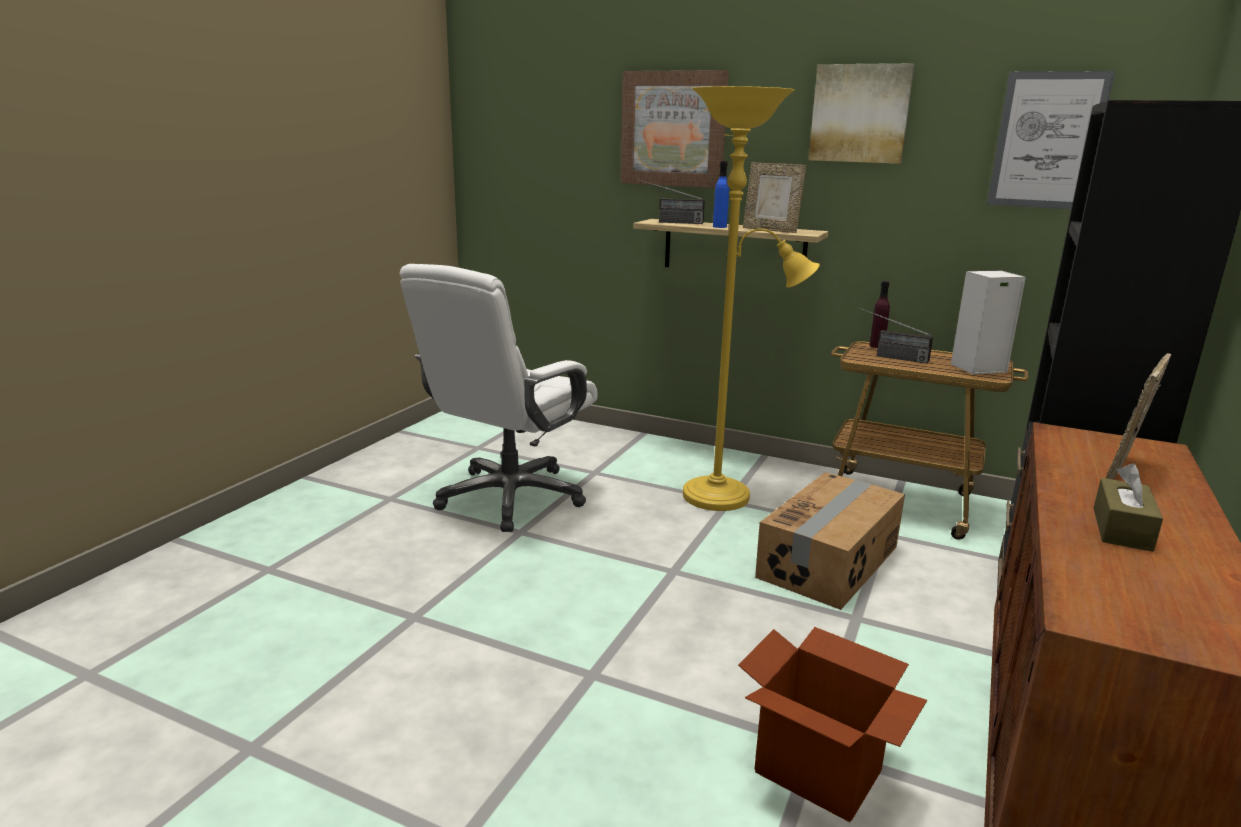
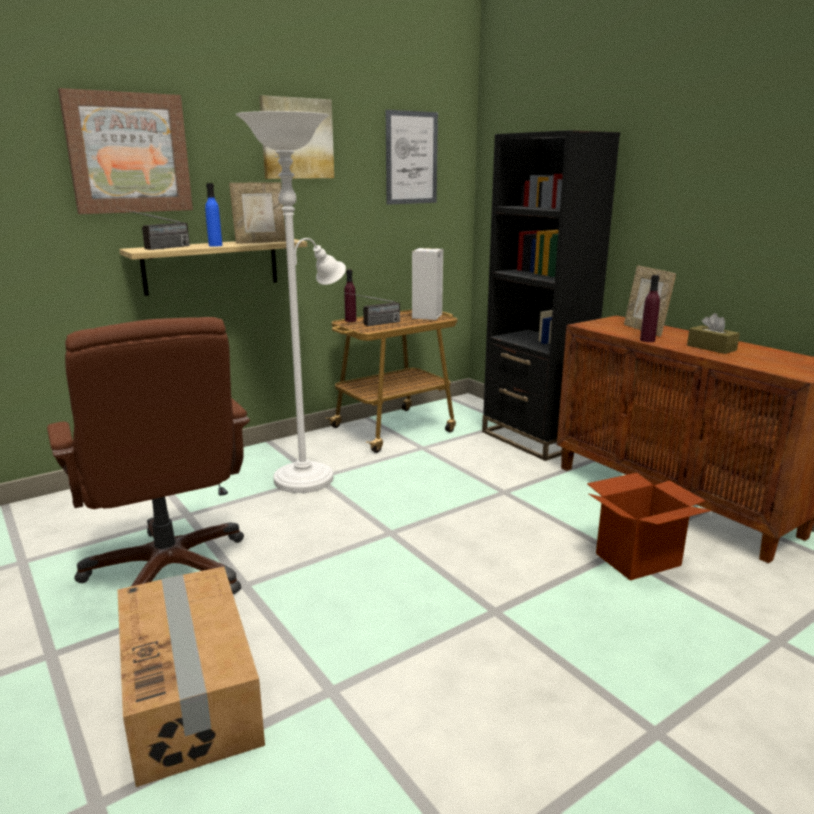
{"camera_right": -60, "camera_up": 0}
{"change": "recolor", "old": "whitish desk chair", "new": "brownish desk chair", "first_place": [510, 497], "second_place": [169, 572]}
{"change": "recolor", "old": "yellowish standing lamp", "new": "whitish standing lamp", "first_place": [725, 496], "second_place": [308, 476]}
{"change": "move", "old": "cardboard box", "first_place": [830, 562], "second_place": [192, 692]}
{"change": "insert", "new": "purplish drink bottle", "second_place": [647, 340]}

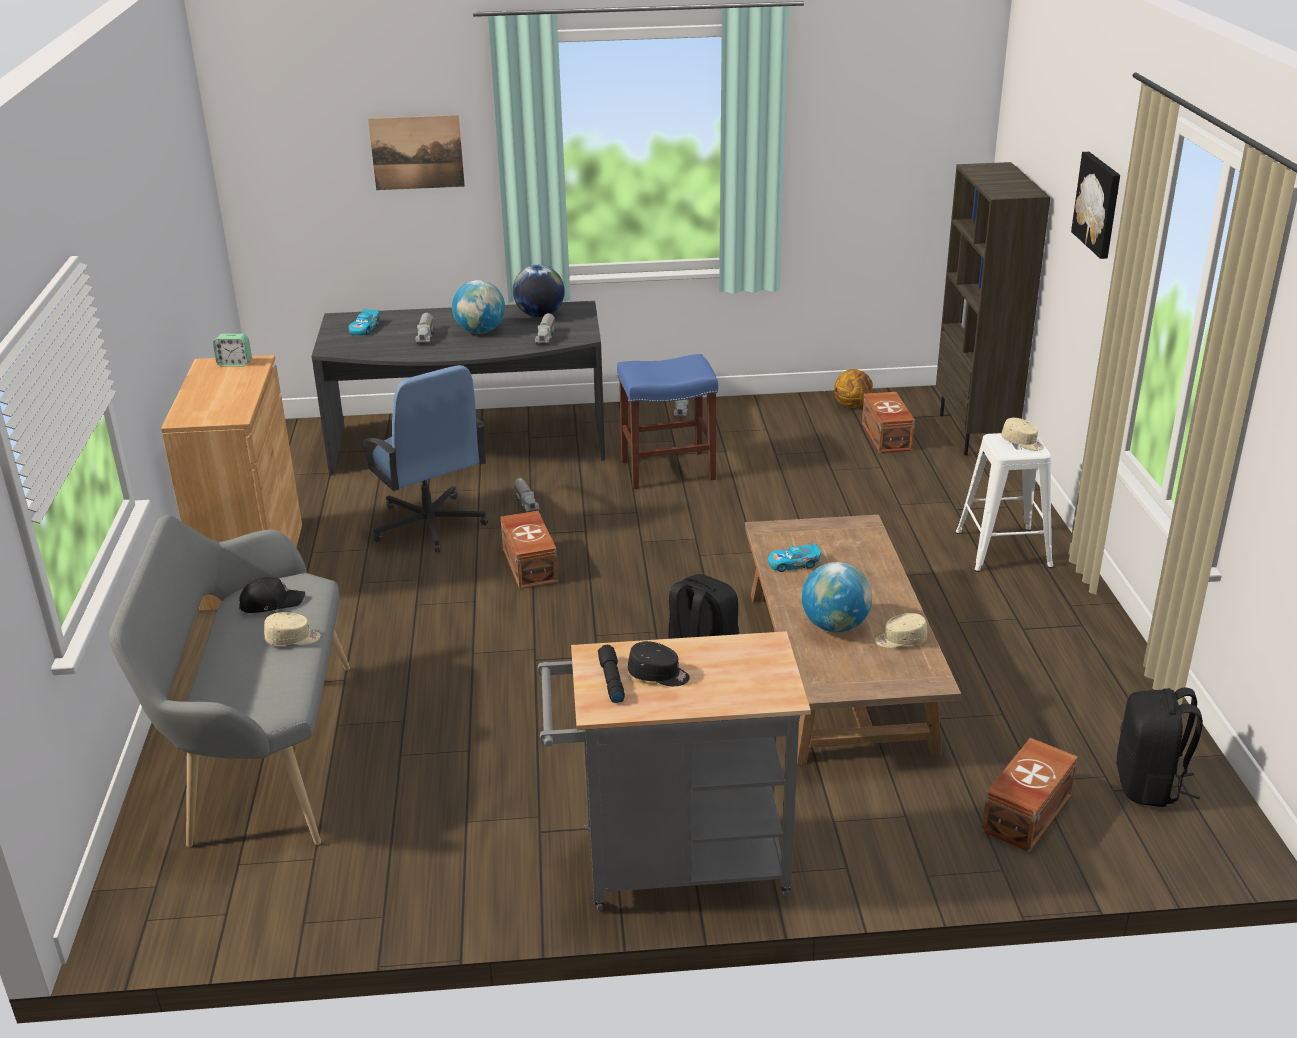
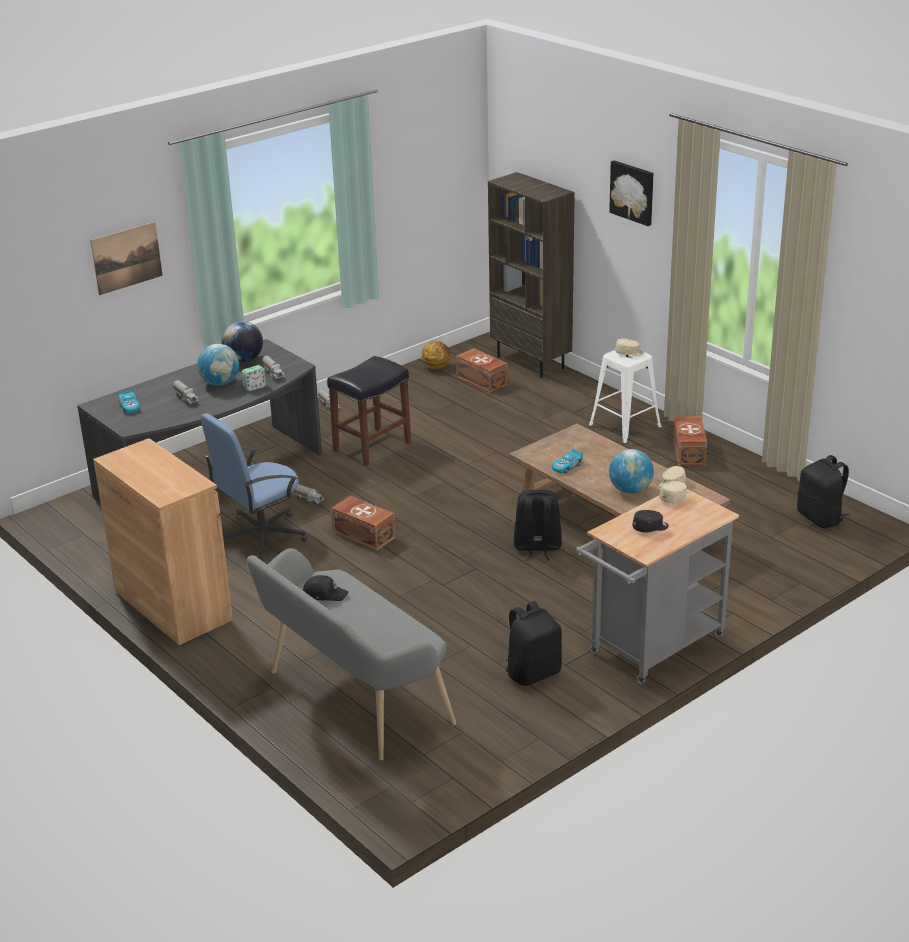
{"camera_right": -35, "camera_up": 0}
{"change": "move", "old": "bedside clock", "first_place": [234, 363], "second_place": [255, 387]}
{"change": "rotate", "old": "black peaked cap", "first_place": [271, 602], "second_place": [324, 594], "degrees": 60}
{"change": "move", "old": "beige peaked cap", "first_place": [293, 639], "second_place": [675, 498]}
{"change": "rotate", "old": "blue-coloured desk chair", "first_place": [429, 525], "second_place": [261, 536], "degrees": 120}
{"change": "delete", "old": "black torch", "first_place": [611, 680]}
{"change": "recolor", "old": "blue-coloured stool seat", "new": "black stool seat", "first_place": [669, 469], "second_place": [372, 446]}
{"change": "move", "old": "brownish storage box", "first_place": [1024, 813], "second_place": [688, 452]}
{"change": "insert", "new": "black backpack", "second_place": [533, 672]}

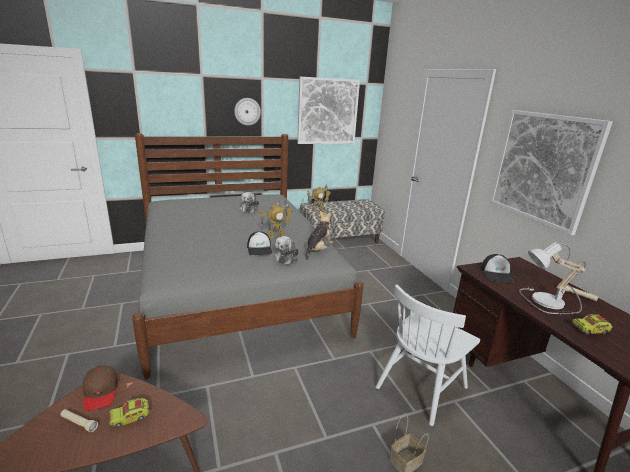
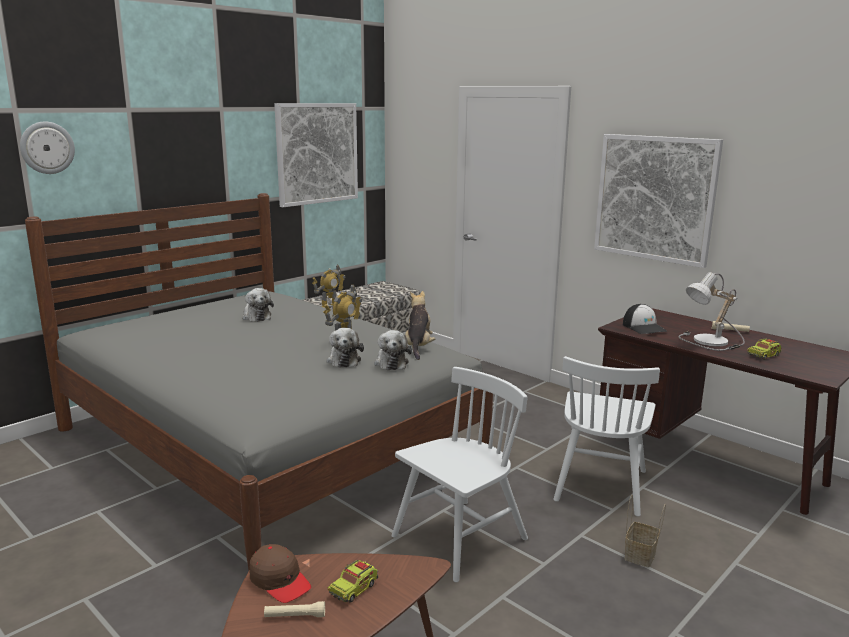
{"camera_right": -25, "camera_up": -5}
{"change": "move", "old": "hanging clock", "first_place": [247, 111], "second_place": [47, 147]}
{"change": "replace", "old": "peaked cap", "new": "plush toy", "first_place": [260, 249], "second_place": [344, 360]}
{"change": "insert", "new": "whitish chair", "second_place": [459, 538]}

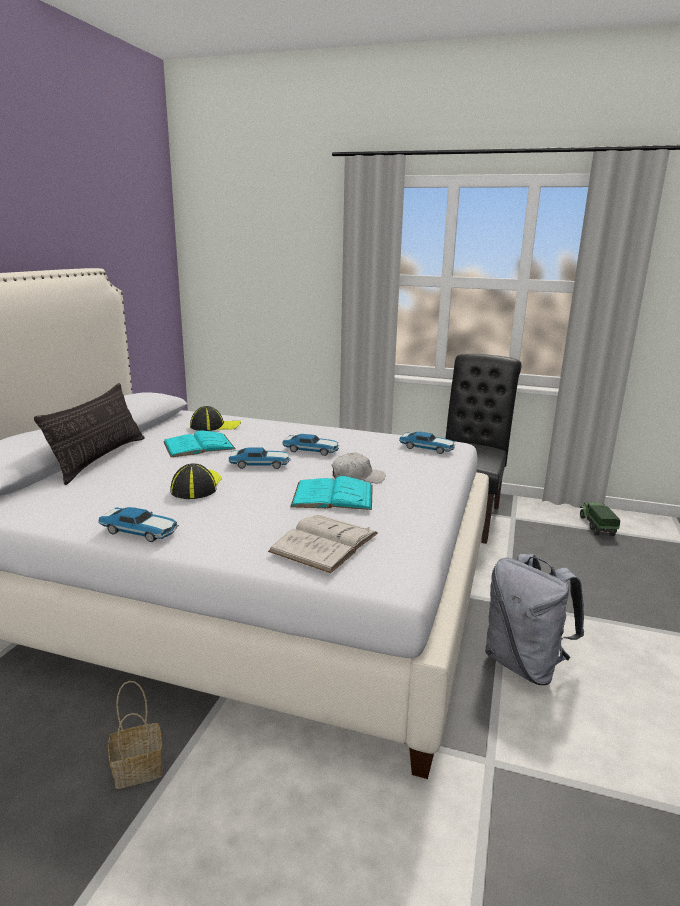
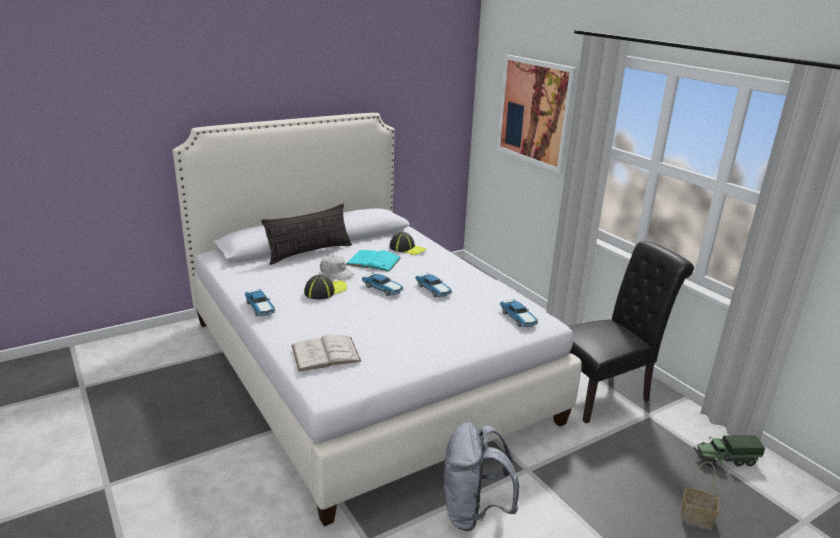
{"camera_right": 40, "camera_up": 5}
{"change": "move", "old": "storage basket", "first_place": [140, 768], "second_place": [697, 516]}
{"change": "delete", "old": "blue-green book", "first_place": [333, 496]}
{"change": "move", "old": "whitish peaked cap", "first_place": [357, 477], "second_place": [336, 273]}
{"change": "rotate", "old": "toy lorry", "first_place": [596, 526], "second_place": [725, 459], "degrees": -135}
{"change": "insert", "new": "picture", "second_place": [535, 112]}

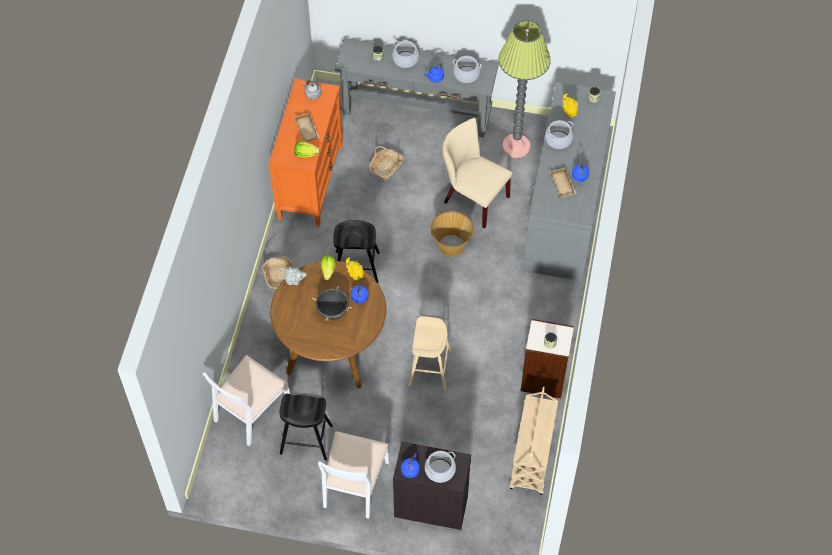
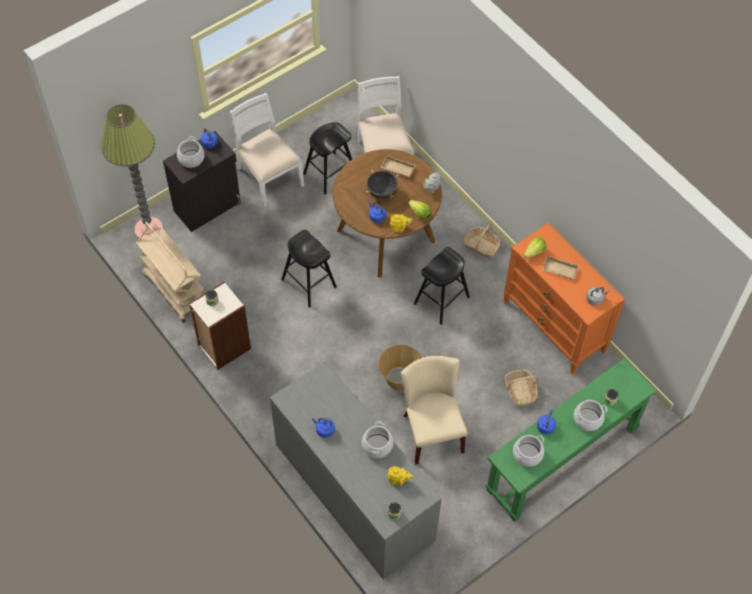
{"camera_right": 130, "camera_up": 0}
{"change": "recolor", "old": "grey console table", "new": "greenish console table", "first_place": [416, 111], "second_place": [562, 459]}
{"change": "recolor", "old": "beige stool seat", "new": "black stool seat", "first_place": [430, 367], "second_place": [309, 283]}
{"change": "rotate", "old": "beige chair", "first_place": [472, 198], "second_place": [430, 429], "degrees": -90}
{"change": "move", "old": "standing lamp", "first_place": [516, 146], "second_place": [149, 230]}
{"change": "move", "old": "beige tray", "first_place": [563, 185], "second_place": [397, 169]}

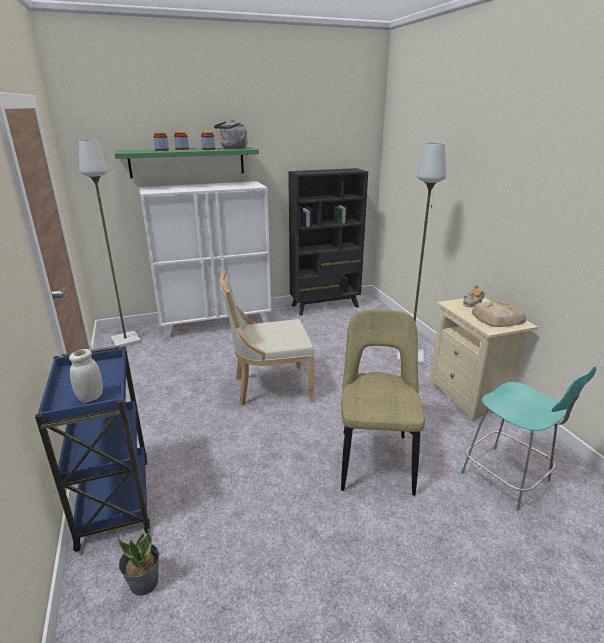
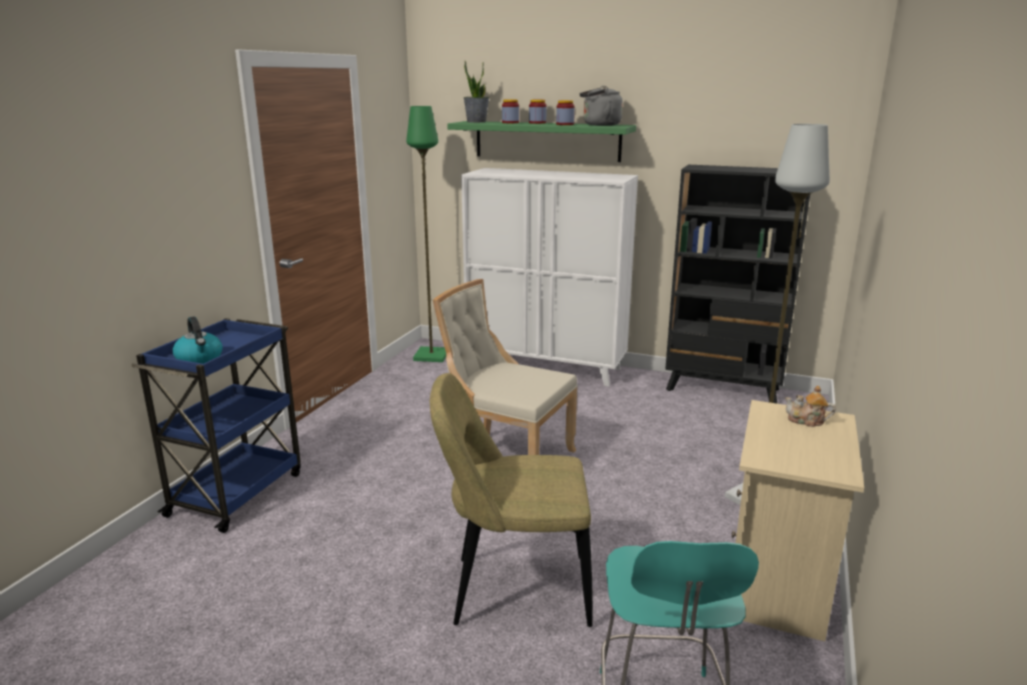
{"camera_right": 40, "camera_up": -5}
{"change": "replace", "old": "whitish preserve jar", "new": "kettle", "first_place": [91, 397], "second_place": [200, 359]}
{"change": "recolor", "old": "grey standing lamp", "new": "greenish standing lamp", "first_place": [126, 340], "second_place": [432, 356]}
{"change": "move", "old": "potted plant", "first_place": [144, 582], "second_place": [476, 122]}
{"change": "rotate", "old": "beige chair", "first_place": [375, 458], "second_place": [513, 590], "degrees": -135}
{"change": "delete", "old": "bakery bread", "first_place": [496, 318]}

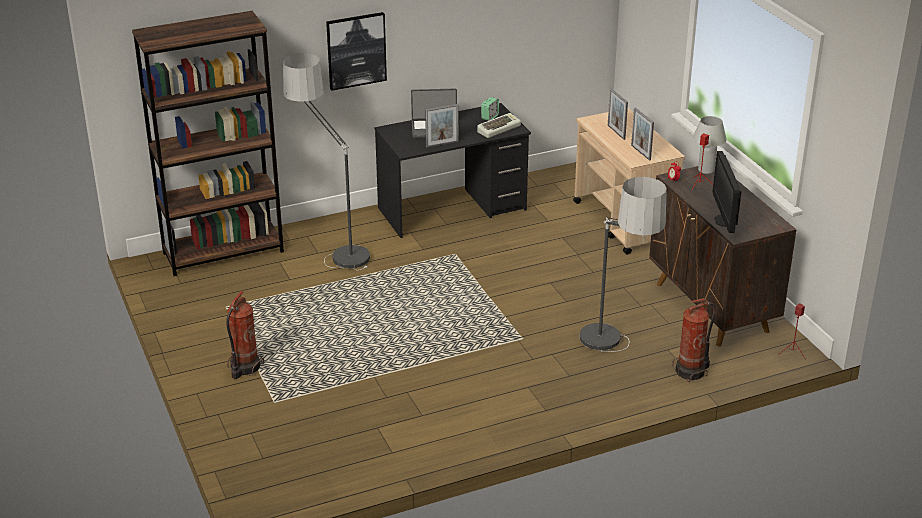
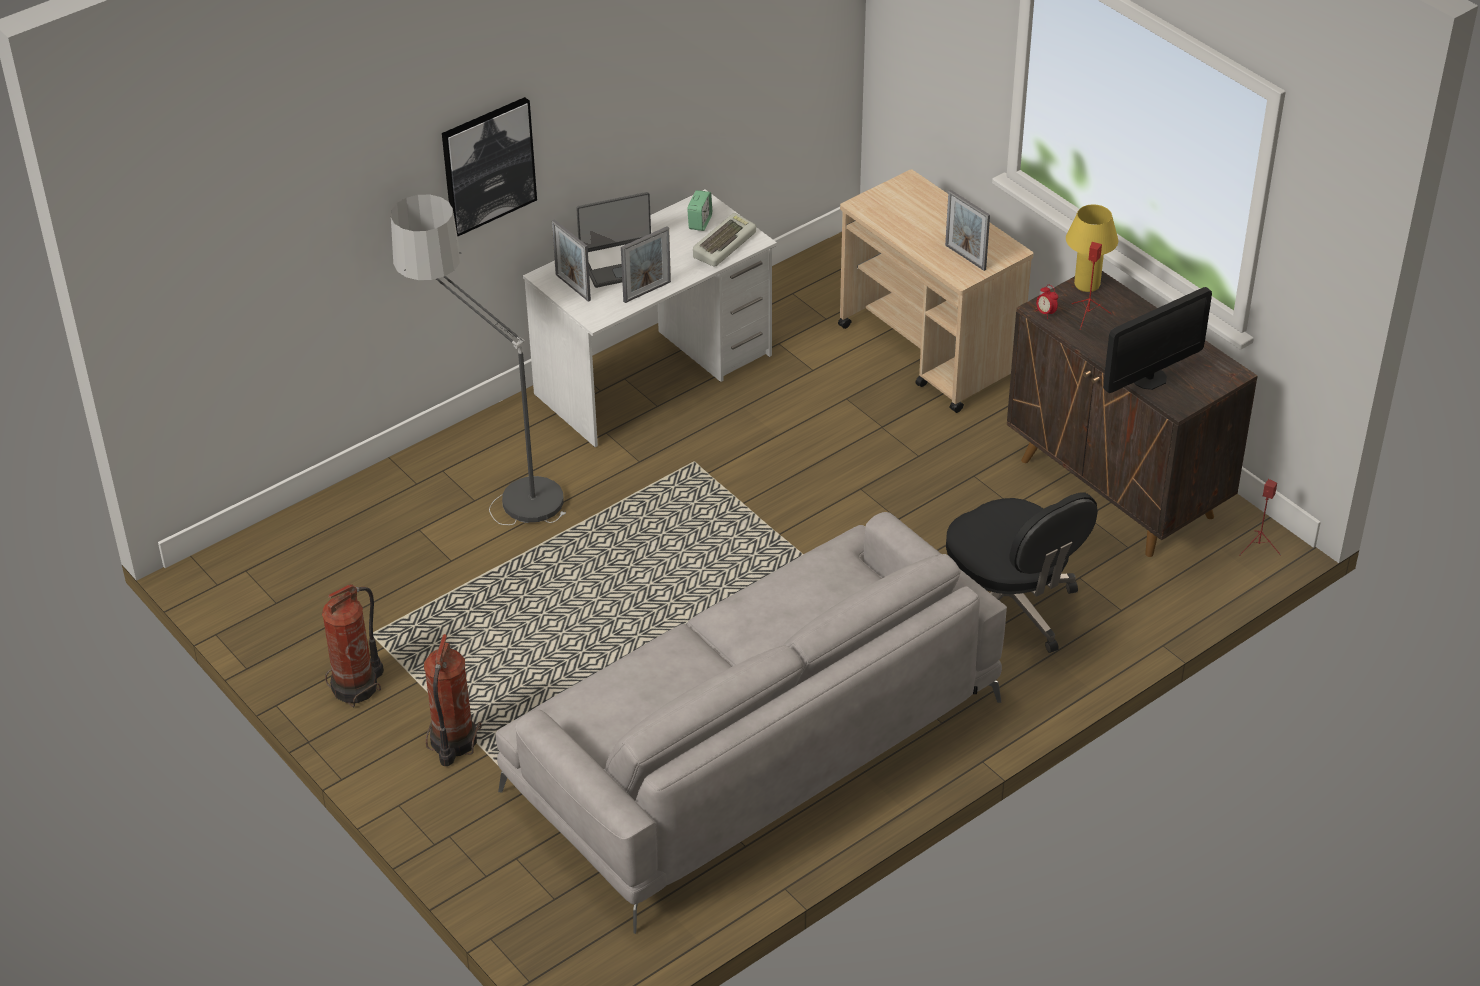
{"camera_right": -15, "camera_up": 10}
{"change": "delete", "old": "brownish bookcase", "first_place": [223, 252]}
{"change": "recolor", "old": "black desk table", "new": "whitish desk table", "first_place": [452, 209], "second_place": [654, 375]}
{"change": "replace", "old": "standing lamp", "new": "black desk chair", "first_place": [615, 358], "second_place": [1008, 609]}
{"change": "move", "old": "photo frame", "first_place": [616, 132], "second_place": [573, 287]}
{"change": "move", "old": "fire extinguisher", "first_place": [691, 371], "second_place": [357, 686]}
{"change": "recolor", "old": "whitish table lamp", "new": "yellowish table lamp", "first_place": [706, 170], "second_place": [1087, 285]}
{"change": "rotate", "old": "computer display", "first_place": [724, 220], "second_place": [1149, 378], "degrees": -105}
{"change": "insert", "new": "grey sofa", "second_place": [754, 747]}

